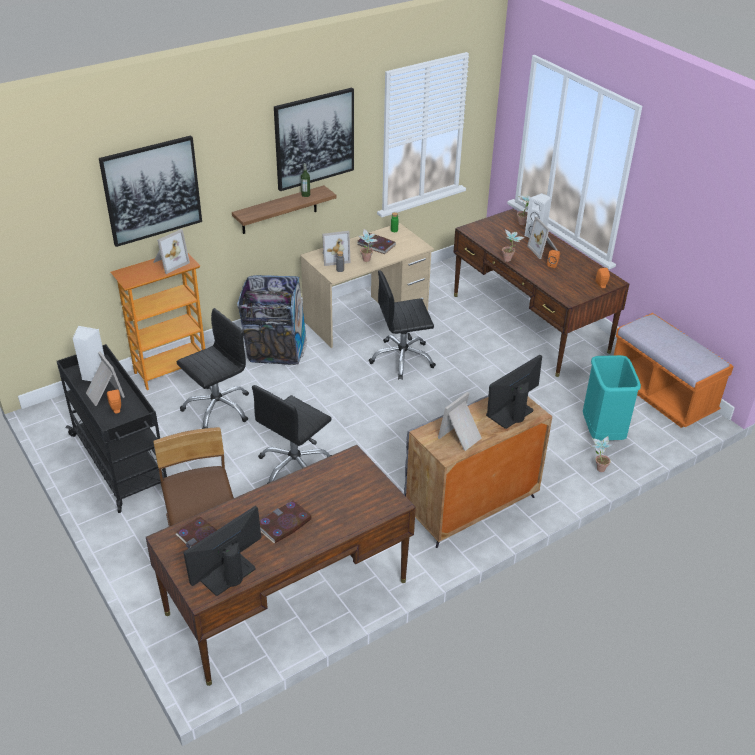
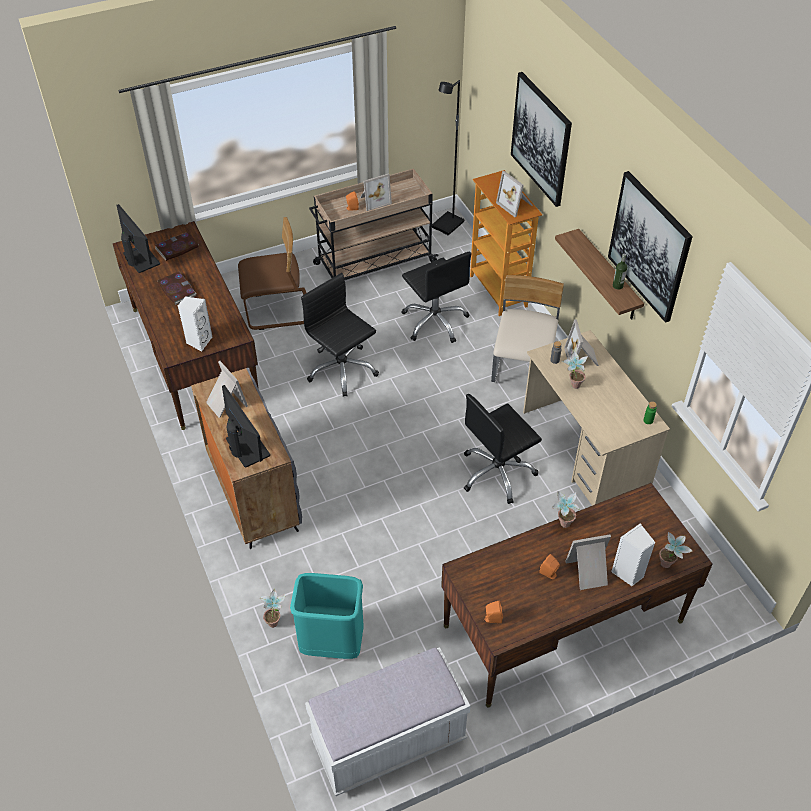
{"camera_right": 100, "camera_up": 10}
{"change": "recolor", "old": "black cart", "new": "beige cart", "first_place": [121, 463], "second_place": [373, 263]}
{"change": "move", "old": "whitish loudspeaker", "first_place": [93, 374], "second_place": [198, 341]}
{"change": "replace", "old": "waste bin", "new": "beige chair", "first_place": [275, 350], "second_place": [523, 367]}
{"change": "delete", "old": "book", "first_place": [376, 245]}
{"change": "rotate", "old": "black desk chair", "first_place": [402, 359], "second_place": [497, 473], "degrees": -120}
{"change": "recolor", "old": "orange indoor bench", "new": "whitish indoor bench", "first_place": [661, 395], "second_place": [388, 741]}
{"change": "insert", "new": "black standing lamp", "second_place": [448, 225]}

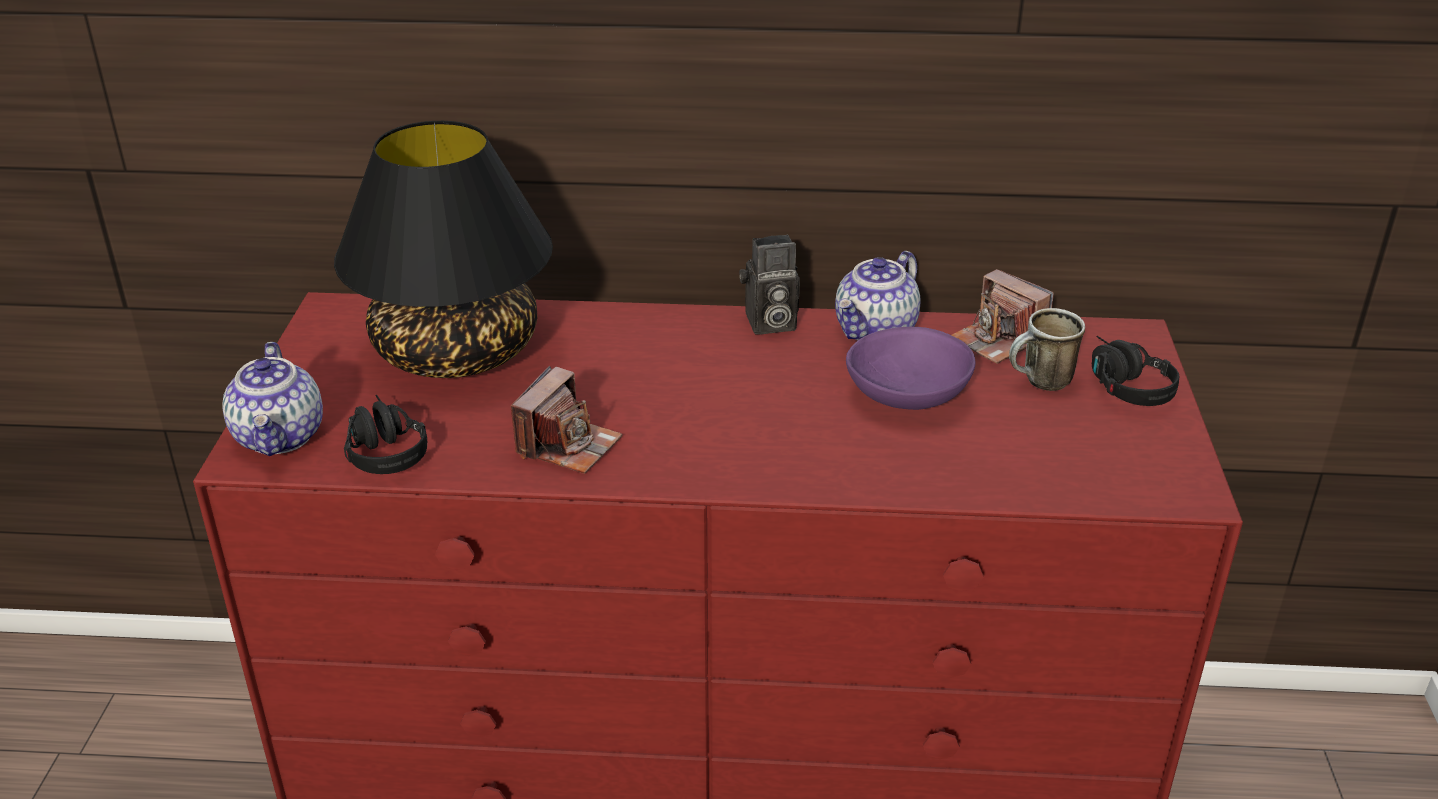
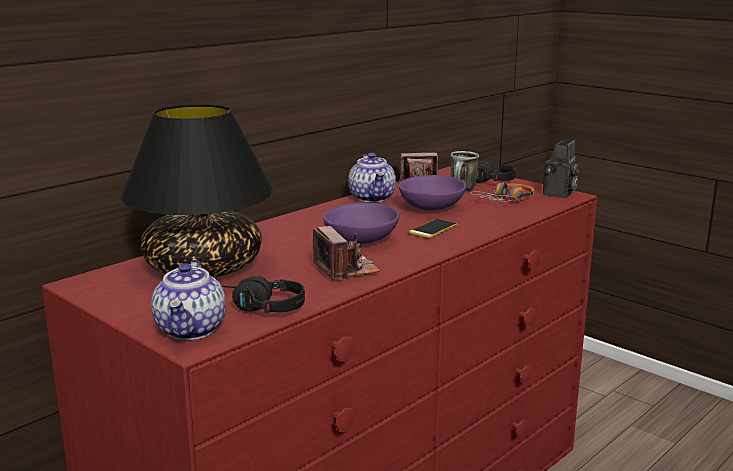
{"camera_right": -50, "camera_up": -15}
{"change": "rotate", "old": "pot for tea", "first_place": [281, 437], "second_place": [191, 330], "degrees": 60}
{"change": "move", "old": "still camera", "first_place": [768, 324], "second_place": [559, 194]}
{"change": "insert", "new": "purplish serving bowl", "second_place": [362, 241]}
{"change": "insert", "new": "handset", "second_place": [433, 229]}
{"change": "insert", "new": "headphones", "second_place": [506, 200]}

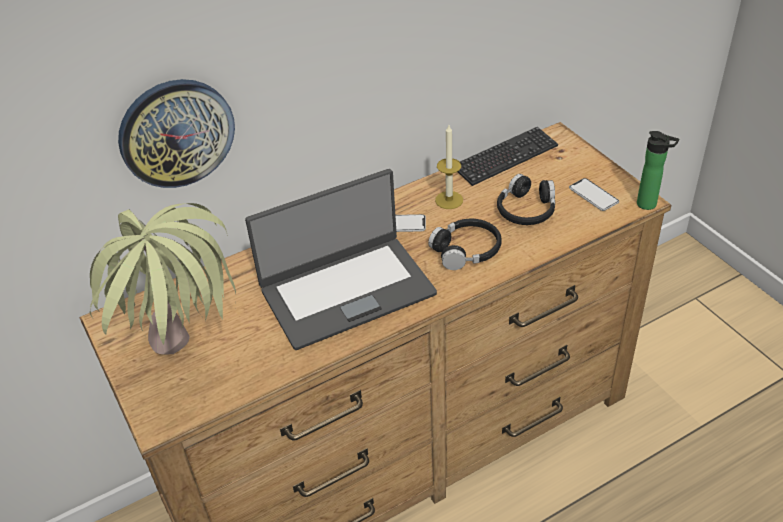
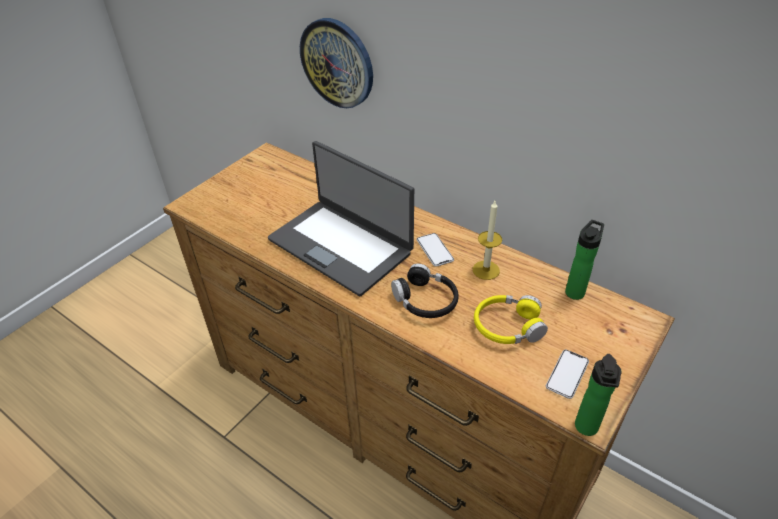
{"camera_right": 65, "camera_up": 0}
{"change": "delete", "old": "potted plant", "first_place": [191, 373]}
{"change": "replace", "old": "PC keyboard", "new": "drink bottle", "first_place": [505, 158], "second_place": [576, 291]}
{"change": "recolor", "old": "black headphones", "new": "yellowish headphones", "first_place": [526, 210], "second_place": [507, 326]}

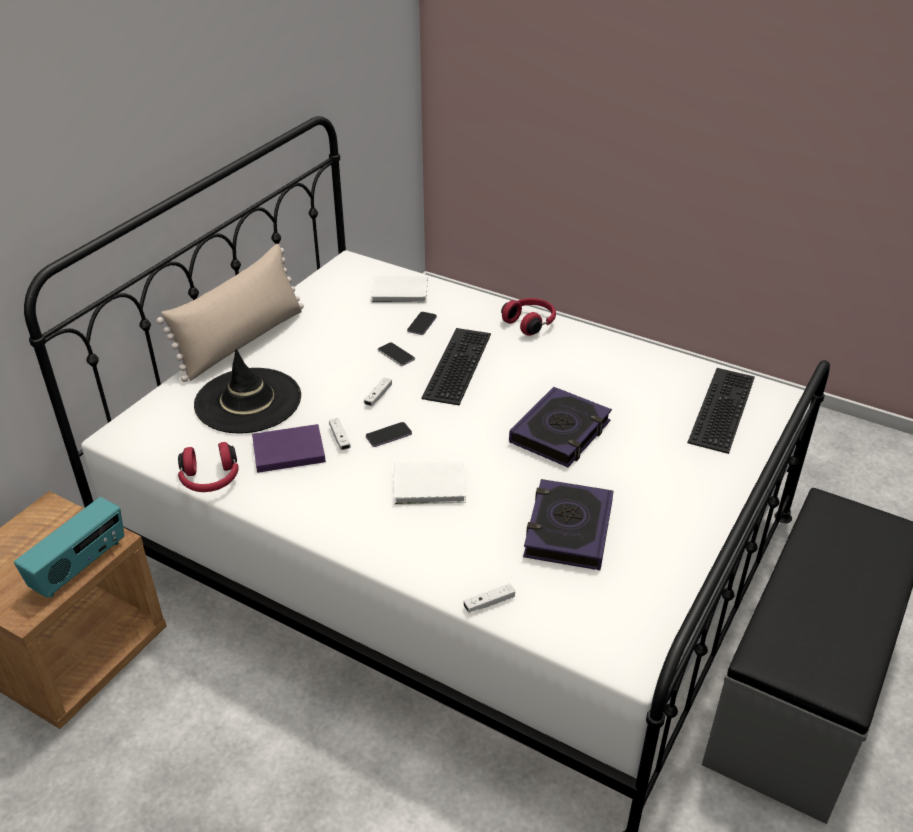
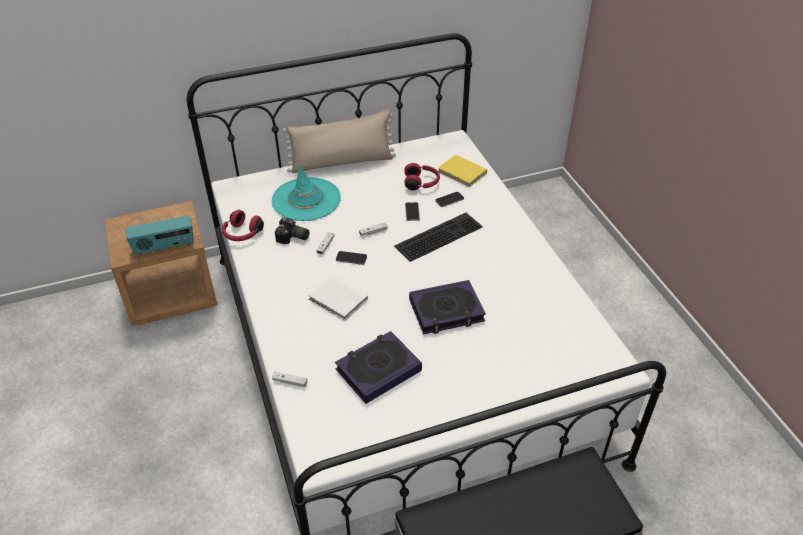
{"camera_right": 40, "camera_up": 5}
{"change": "recolor", "old": "black clothing hat", "new": "blue-green clothing hat", "first_place": [248, 401], "second_place": [306, 199]}
{"change": "replace", "old": "purplish book", "new": "still camera", "first_place": [286, 450], "second_place": [293, 238]}
{"change": "recolor", "old": "whitish book", "new": "yellowish book", "first_place": [401, 292], "second_place": [462, 173]}
{"change": "move", "old": "red headphones", "first_place": [530, 323], "second_place": [422, 183]}
{"change": "delete", "old": "PC keyboard", "first_place": [719, 407]}

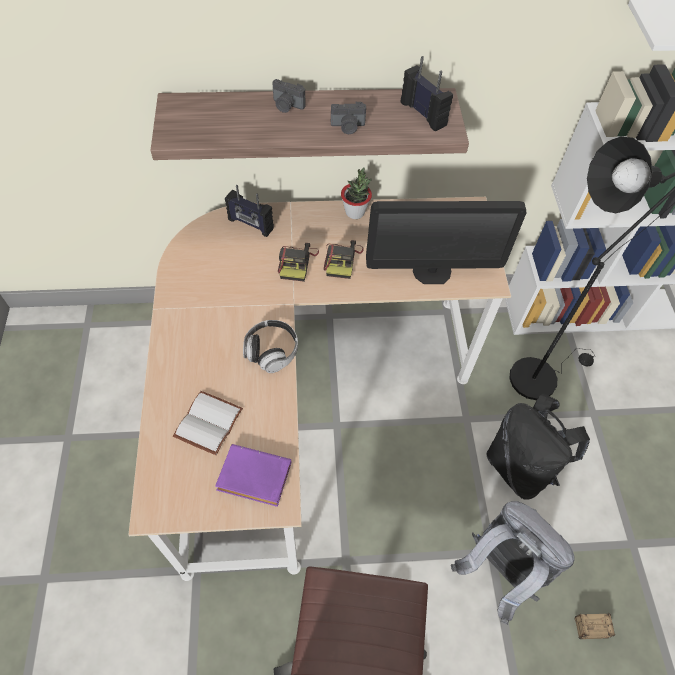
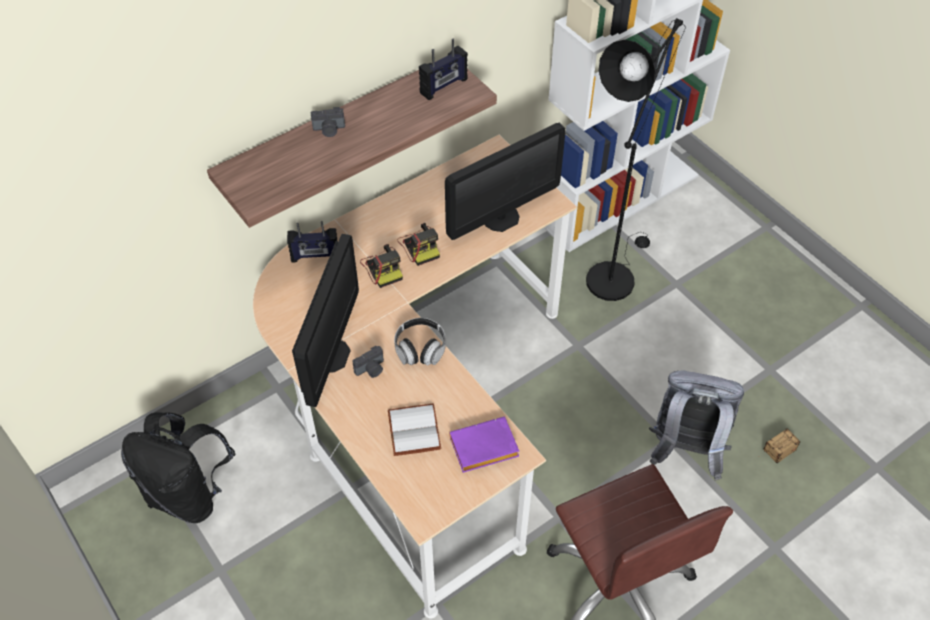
{"camera_right": -30, "camera_up": -5}
{"change": "move", "old": "still camera", "first_place": [348, 127], "second_place": [371, 369]}
{"change": "delete", "old": "potted plant", "first_place": [355, 212]}
{"change": "rotate", "old": "radio set", "first_place": [423, 113], "second_place": [444, 86], "degrees": 120}
{"change": "move", "old": "black backpack", "first_place": [520, 466], "second_place": [190, 493]}
{"change": "insert", "new": "computer display", "second_place": [331, 355]}

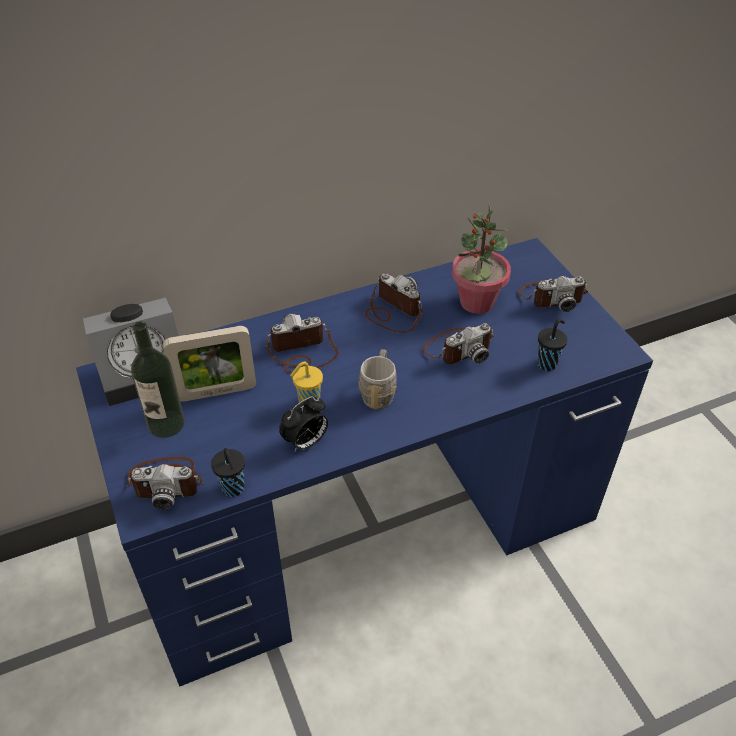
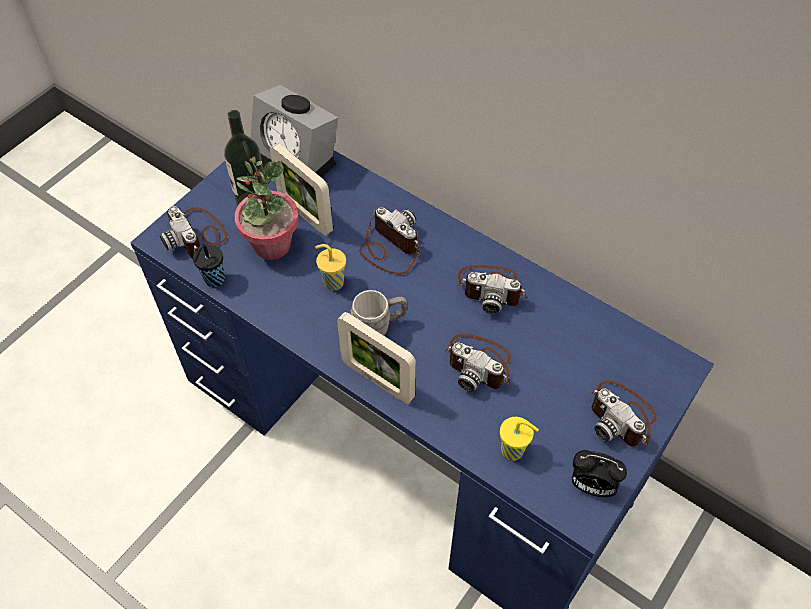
{"camera_right": 60, "camera_up": 10}
{"change": "move", "old": "bedside clock", "first_place": [306, 442], "second_place": [591, 485]}
{"change": "rotate", "old": "still camera", "first_place": [393, 312], "second_place": [491, 288], "degrees": 90}
{"change": "move", "old": "potted plant", "first_place": [476, 302], "second_place": [271, 245]}
{"change": "recolor", "old": "black drinking cup", "new": "yellowish drinking cup", "first_place": [547, 363], "second_place": [514, 451]}
{"change": "insert", "new": "photo frame", "second_place": [377, 380]}

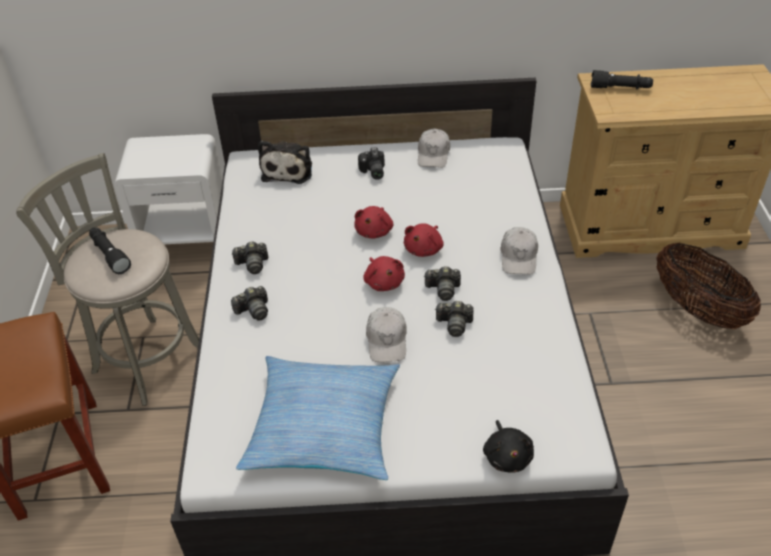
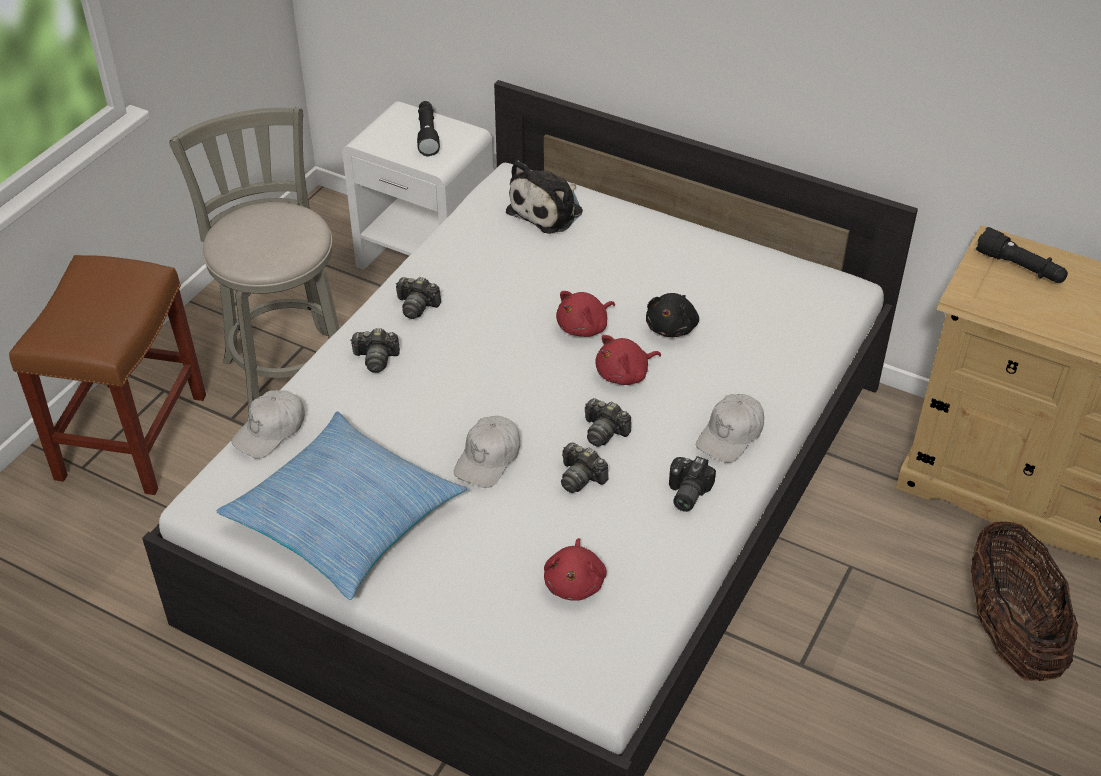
{"camera_right": 30, "camera_up": 0}
{"change": "move", "old": "black torch", "first_place": [109, 255], "second_place": [427, 134]}
{"change": "move", "old": "still camera", "first_place": [372, 172], "second_place": [685, 493]}
{"change": "move", "old": "red plush toy", "first_place": [384, 282], "second_place": [575, 582]}
{"change": "move", "old": "whitish peaked cap", "first_place": [433, 154], "second_place": [270, 431]}
{"change": "move", "old": "black plush toy", "first_place": [507, 456], "second_place": [672, 327]}

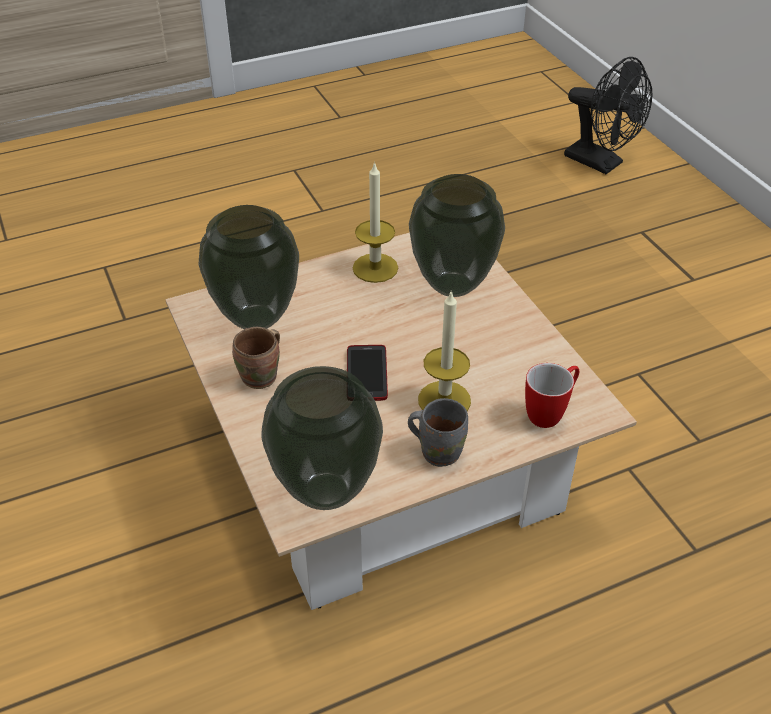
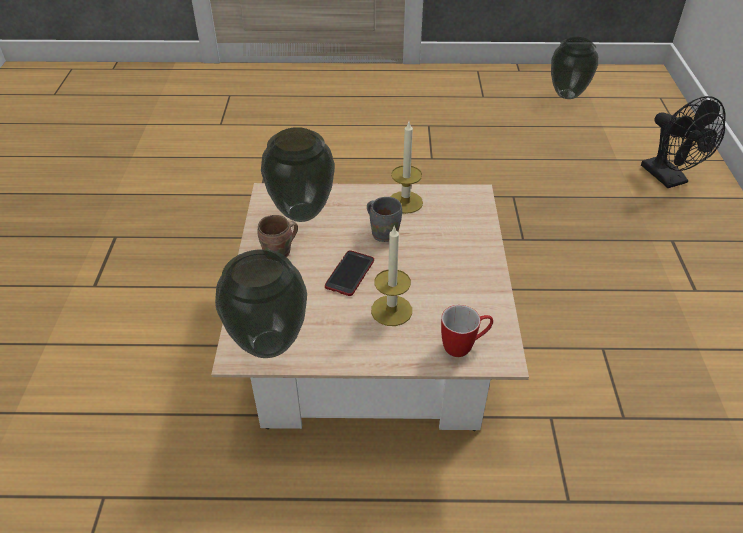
{"camera_right": 25, "camera_up": 0}
{"change": "move", "old": "grey coffee mug", "first_place": [439, 450], "second_place": [384, 233]}
{"change": "move", "old": "vase", "first_place": [452, 286], "second_place": [566, 95]}

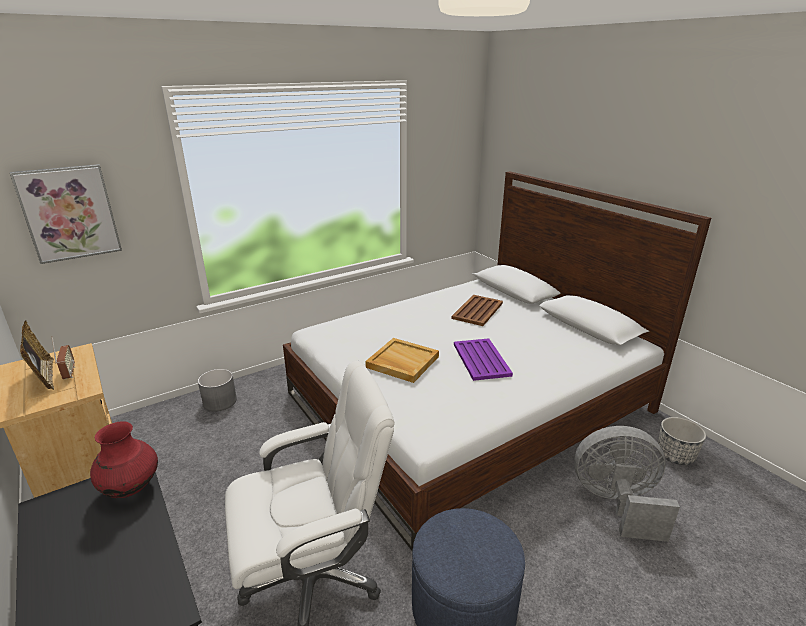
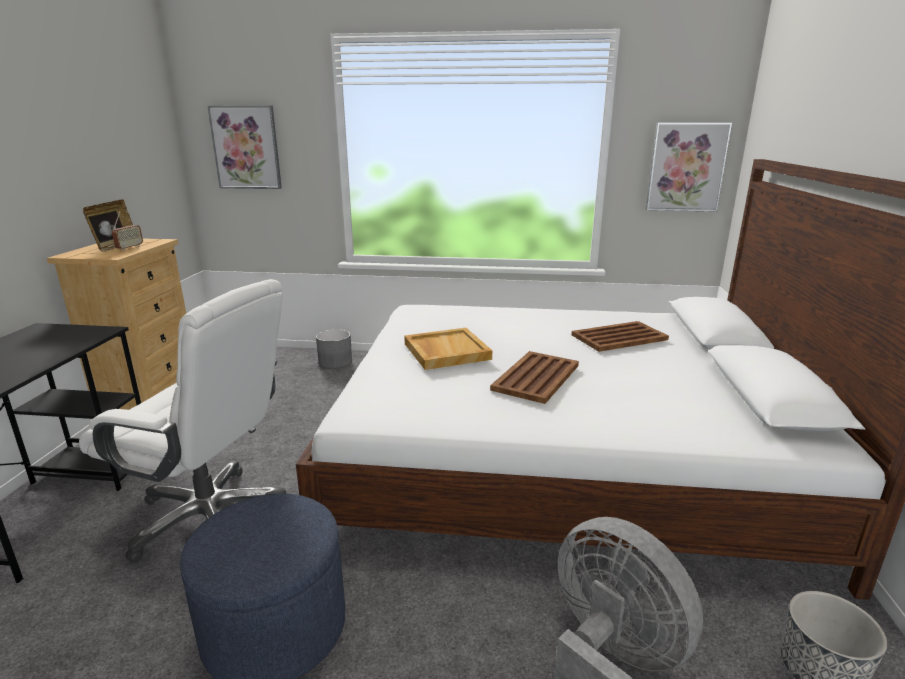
{"camera_right": 40, "camera_up": -5}
{"change": "delete", "old": "red vase", "first_place": [131, 487]}
{"change": "recolor", "old": "purplish tray", "new": "brownish tray", "first_place": [481, 360], "second_place": [535, 378]}
{"change": "insert", "new": "picture", "second_place": [686, 167]}

